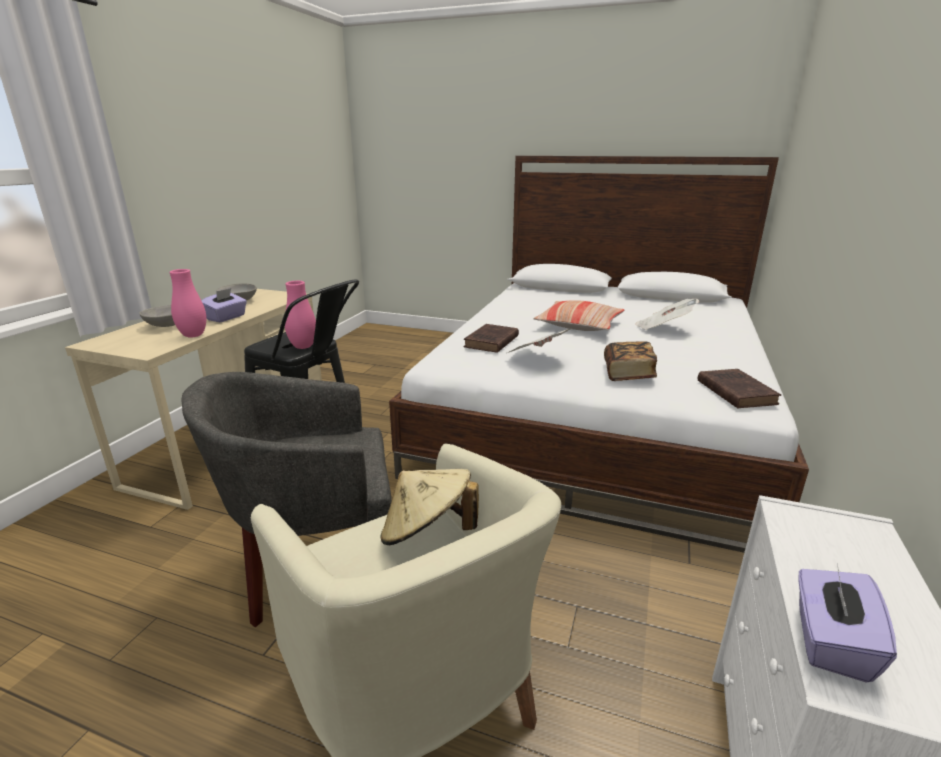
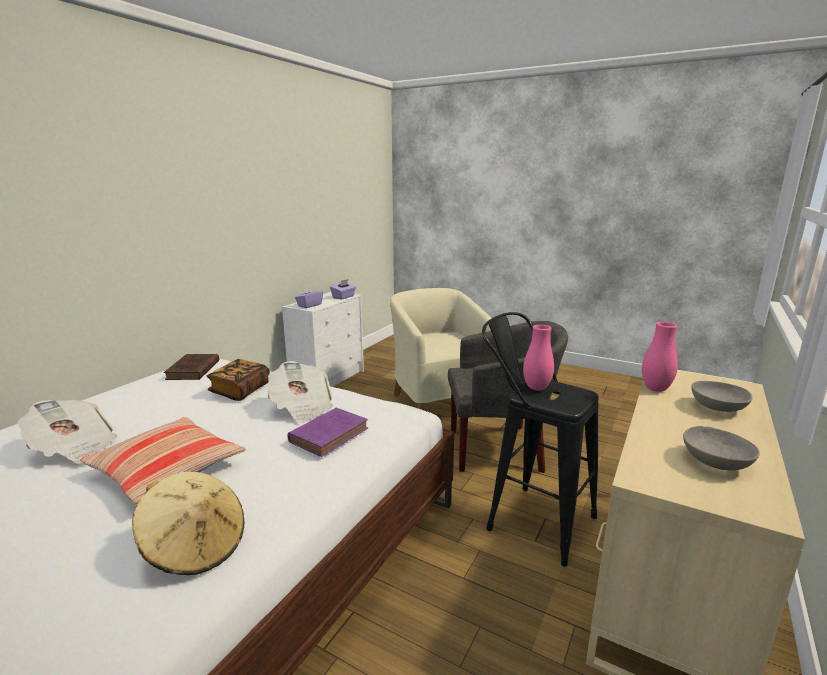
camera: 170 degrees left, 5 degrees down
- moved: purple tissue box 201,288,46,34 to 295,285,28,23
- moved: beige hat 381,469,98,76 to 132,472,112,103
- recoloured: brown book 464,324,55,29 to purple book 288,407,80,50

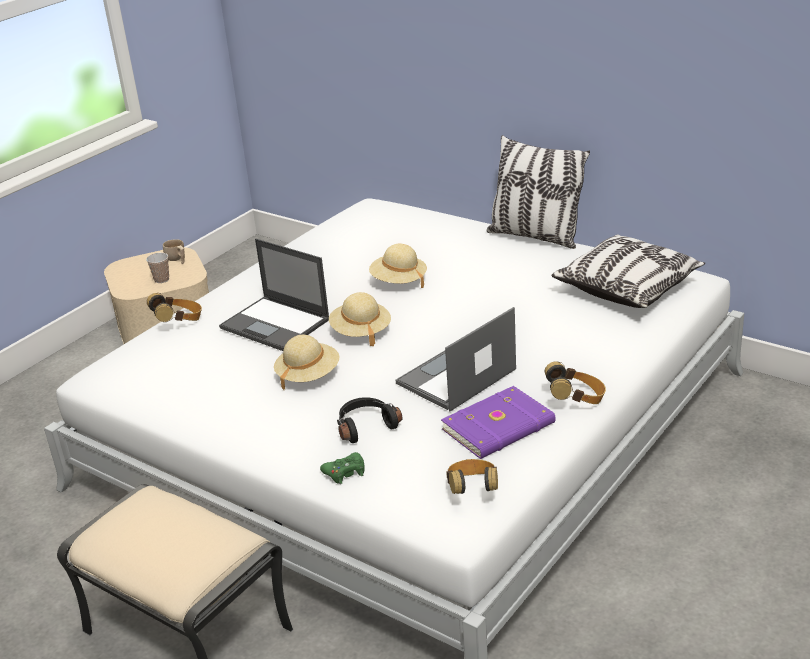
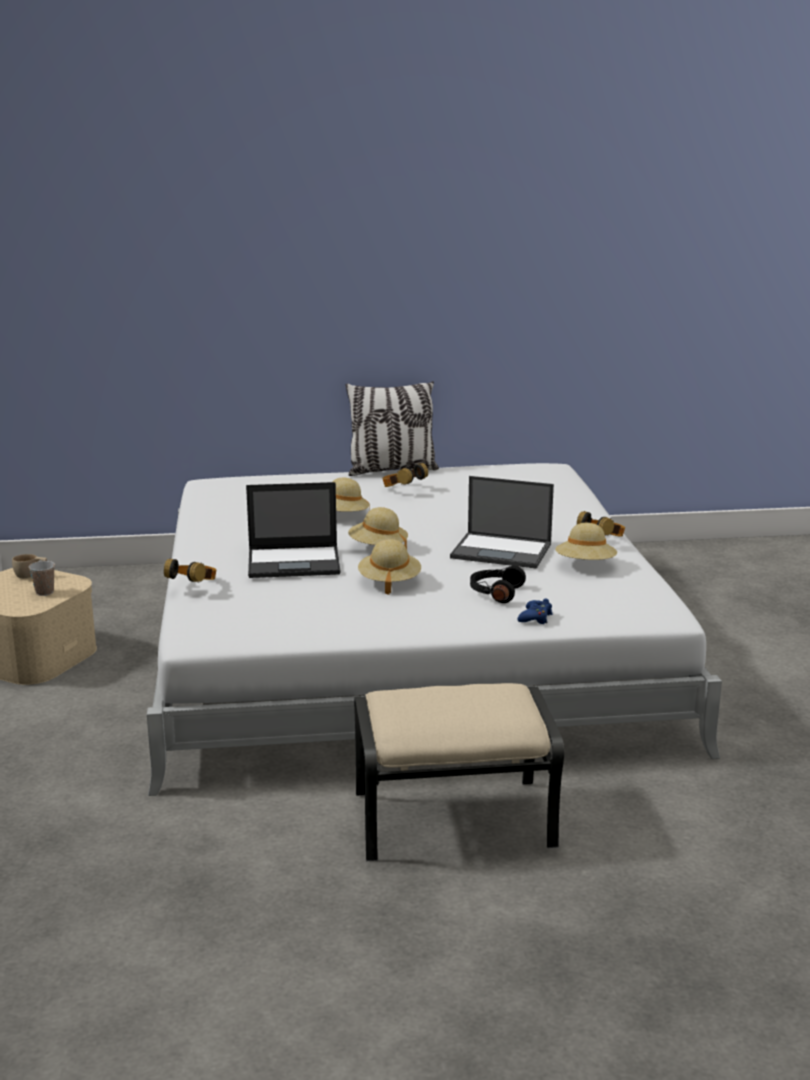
camera: 45 degrees left, 10 degrees down
- removed: pillow 552,234,153,74
- moved: headphones 446,459,52,35 to 382,463,46,24
- replaced: purple book 441,386,115,73 to beige hat 556,523,61,37
- recoloured: green game controller 320,452,45,32 to blue game controller 517,599,36,25
- turned: laptop 396,307,120,104 = 450,476,104,93 75 degrees counterclockwise

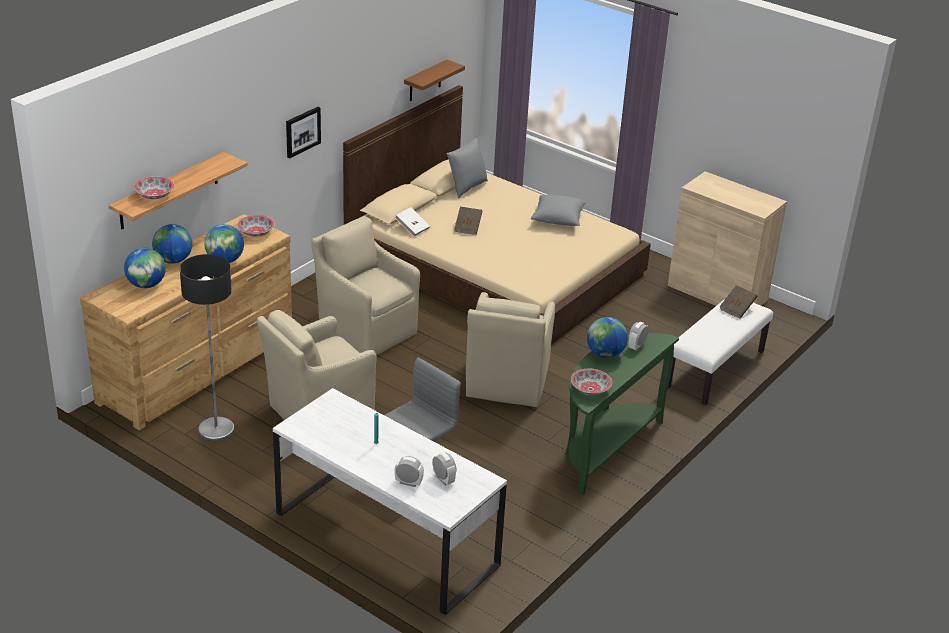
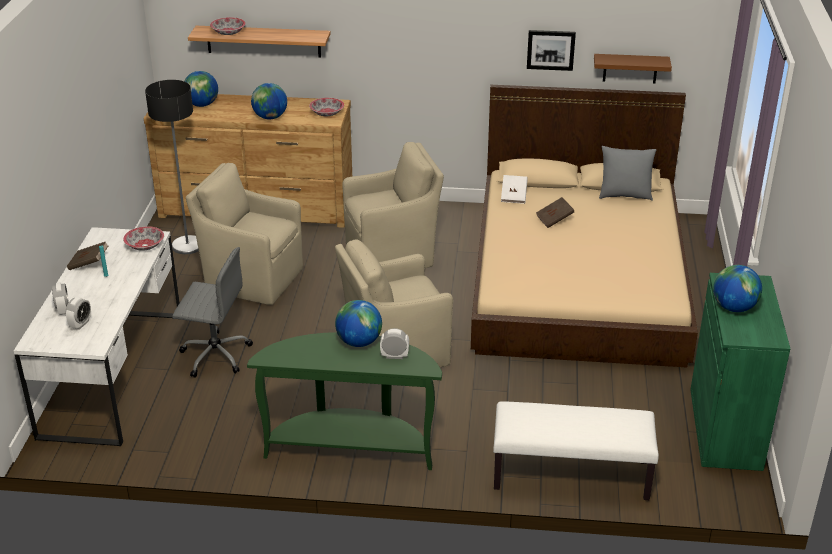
camera: 60 degrees right, 0 degrees up
- removed: grey pillow 531,195,55,31
- moved: globe 152,224,40,40 to 713,265,49,47
- moved: picture 286,107,35,51 to 527,30,49,41
- moved: bowl 571,369,41,26 to 123,226,41,25
- moved: brown book 719,285,38,34 to 67,242,41,28
- recoloured: beige cabinet 668,171,119,135 to green cabinet 690,273,100,198
- turned: beige armchair 311,216,109,139 = 342,142,102,126 60 degrees clockwise

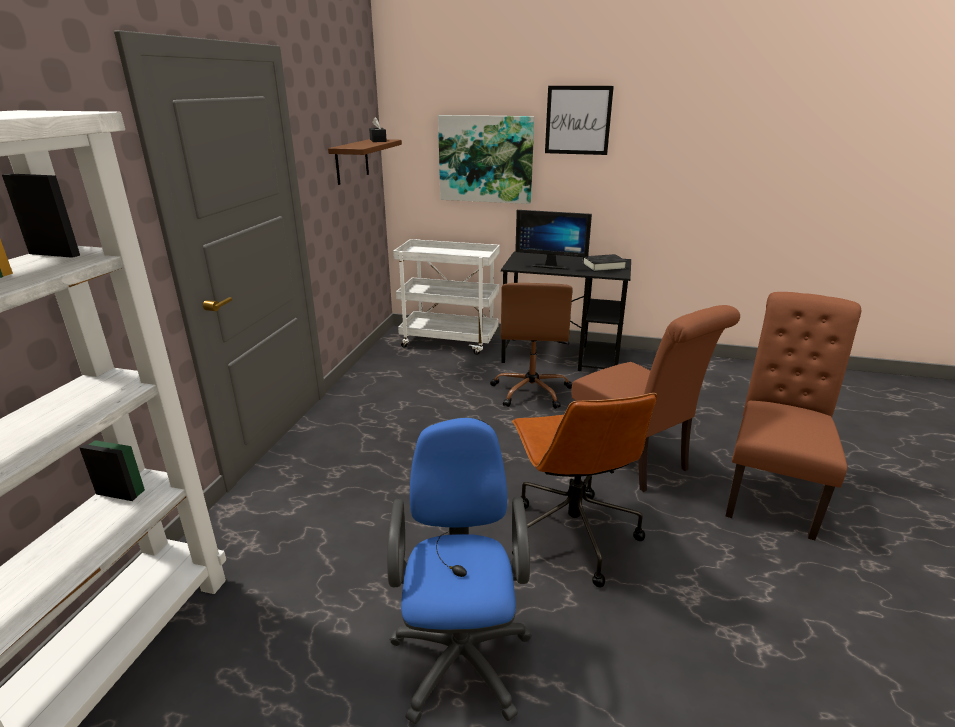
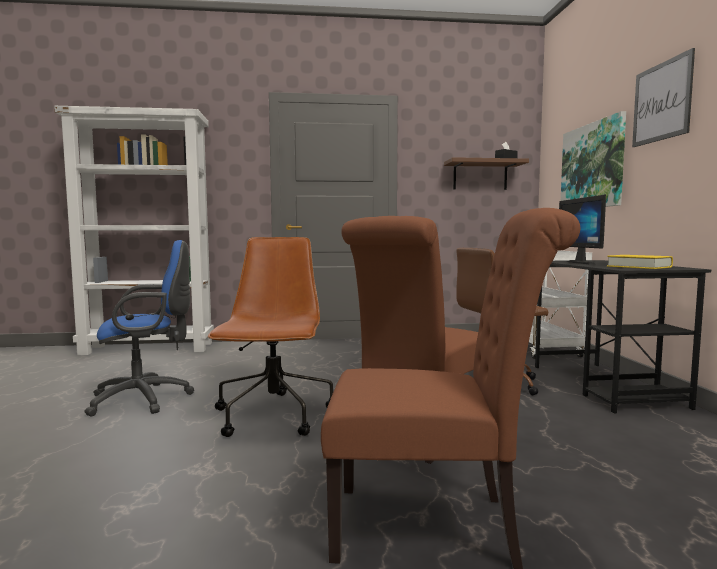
camera: 70 degrees right, 20 degrees down
- recoloured: black book 583,254,44,18 to yellow book 607,255,66,14
- turned: brown office chair 512,393,145,194 = 208,237,125,200 120 degrees clockwise

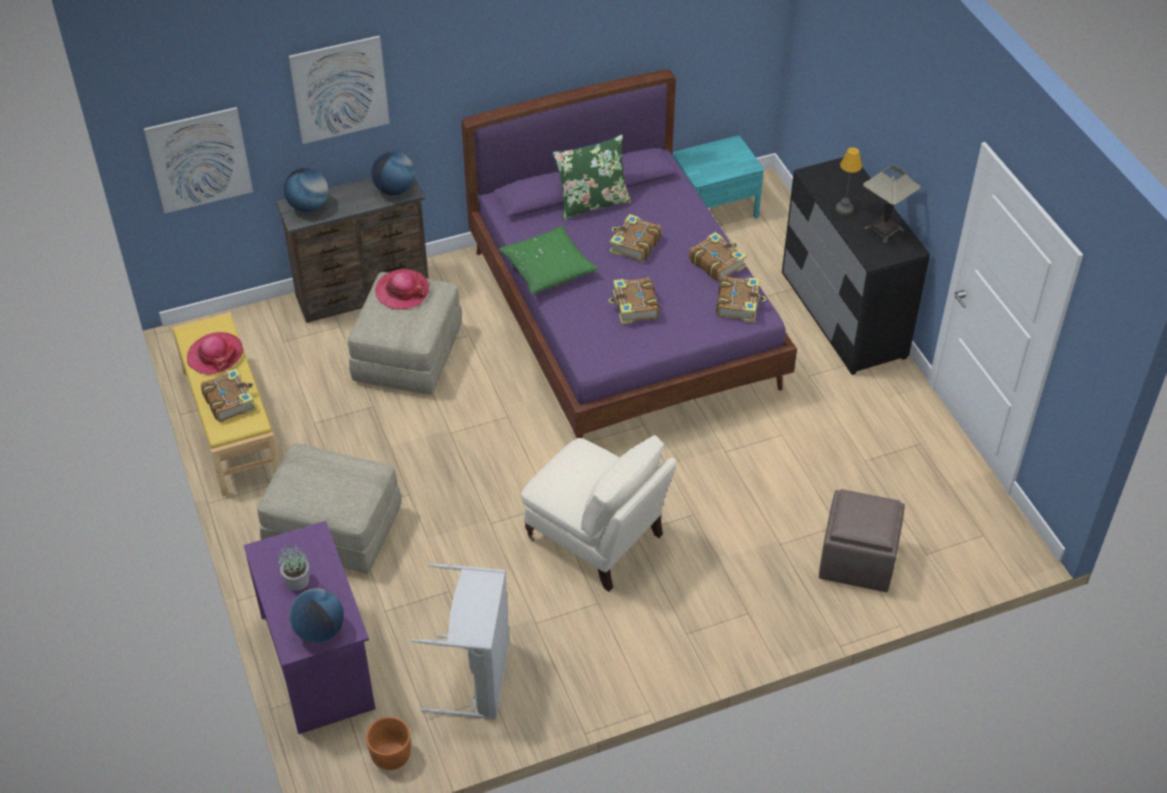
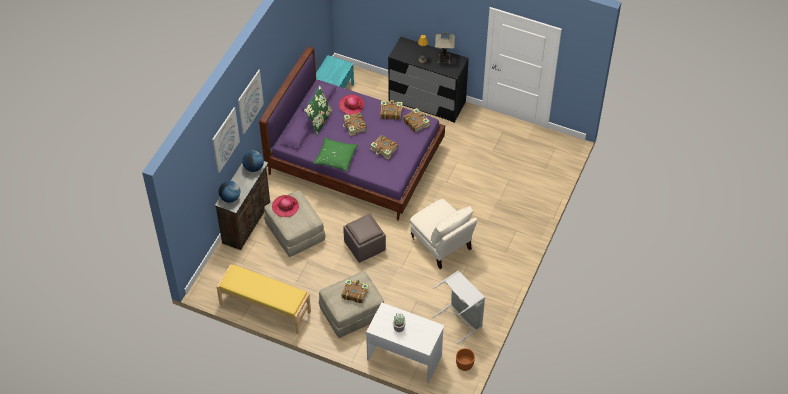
camera: 45 degrees left, 5 degrees up
- removed: globe 289,588,55,55
- moved: picture 144,107,109,106 to 238,70,26,65
- moved: hat 187,332,57,43 to 339,94,25,21
- moved: book 201,368,55,54 to 342,279,27,24
- moved: brown ottoman 819,489,86,103 to 343,214,43,49
- recoloured: purple desk 243,521,132,213 to white desk 366,302,78,82
- turned: beige armchair 521,435,155,157 = 410,199,67,70 60 degrees clockwise

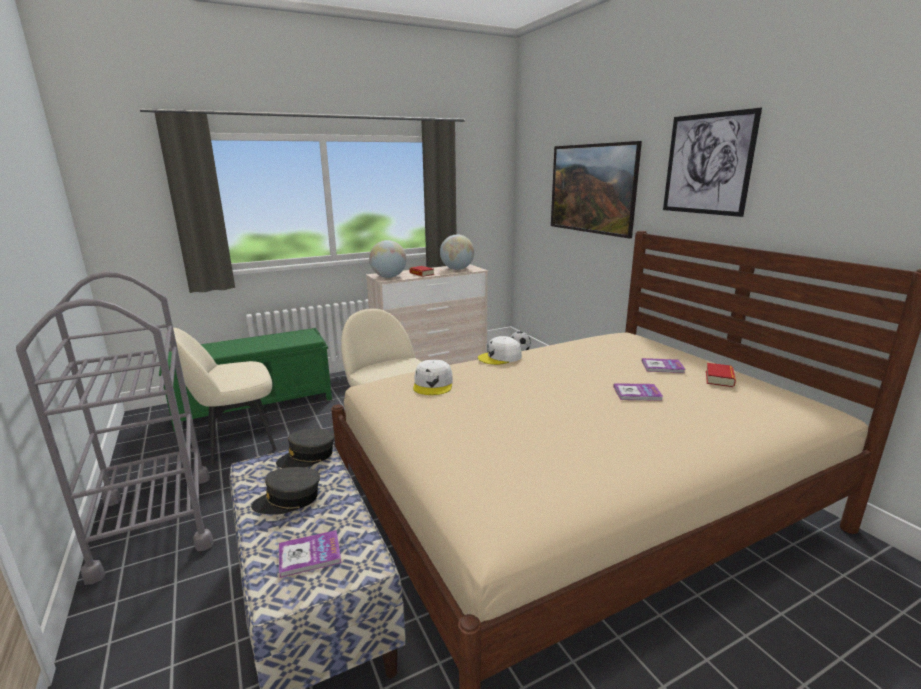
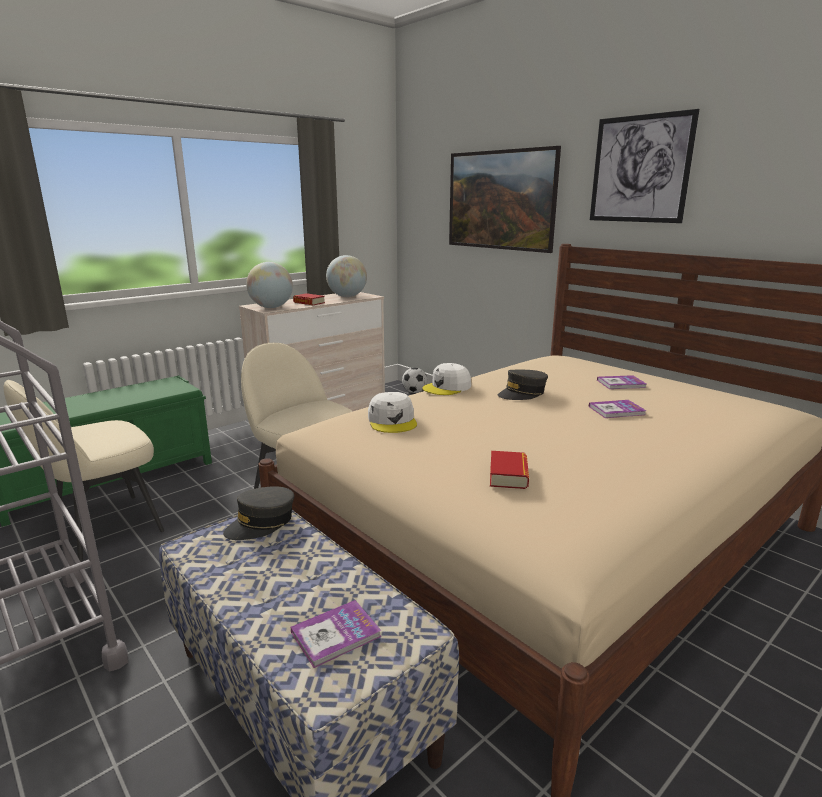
camera: 15 degrees left, 0 degrees up
- moved: grey cap 251,467,69,48 to 498,370,50,30
- moved: book 706,363,30,24 to 490,451,39,38

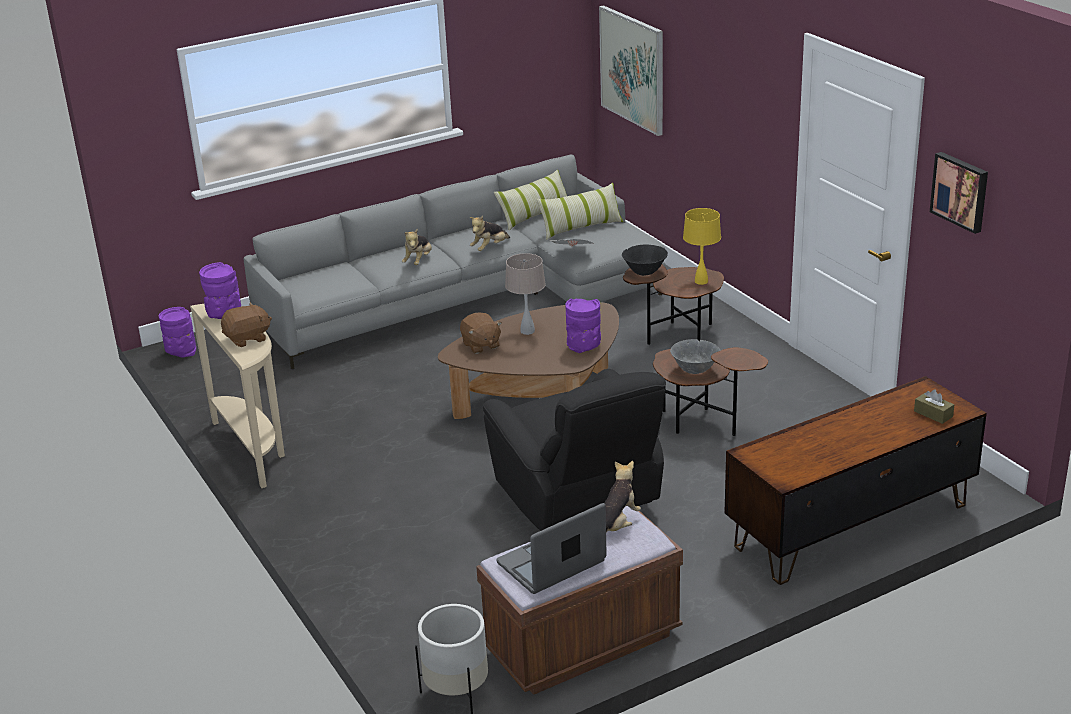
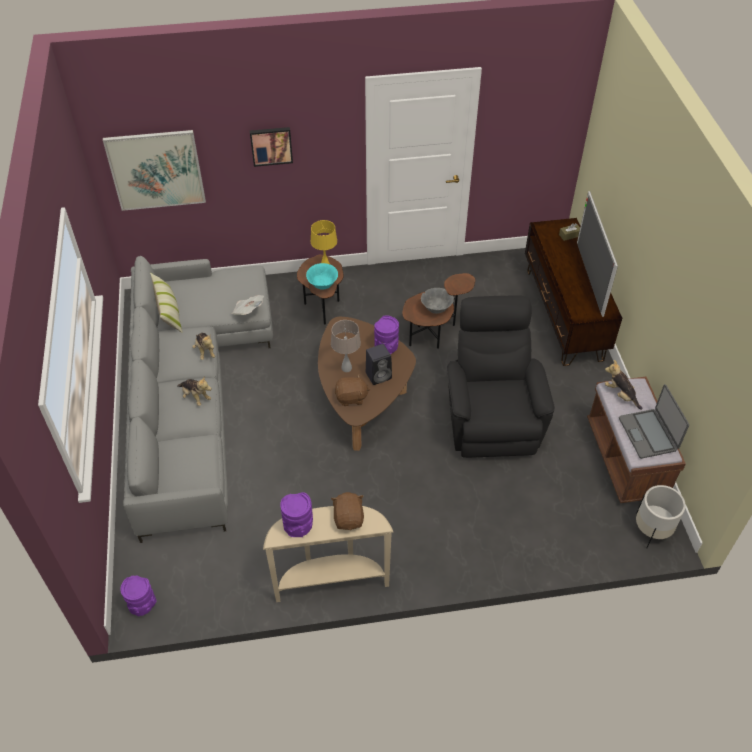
camera: 70 degrees left, 20 degrees up
- removed: pillow 536,183,87,57
- added: black speaker 366,344,26,41
- added: television 577,191,41,126
- moved: picture 930,152,58,82 to 250,127,43,40
- recoloured: black bowl 622,244,46,32 to turquoise bowl 306,263,32,27
- turned: black armchair 483,369,183,162 = 447,295,108,163 90 degrees counterclockwise

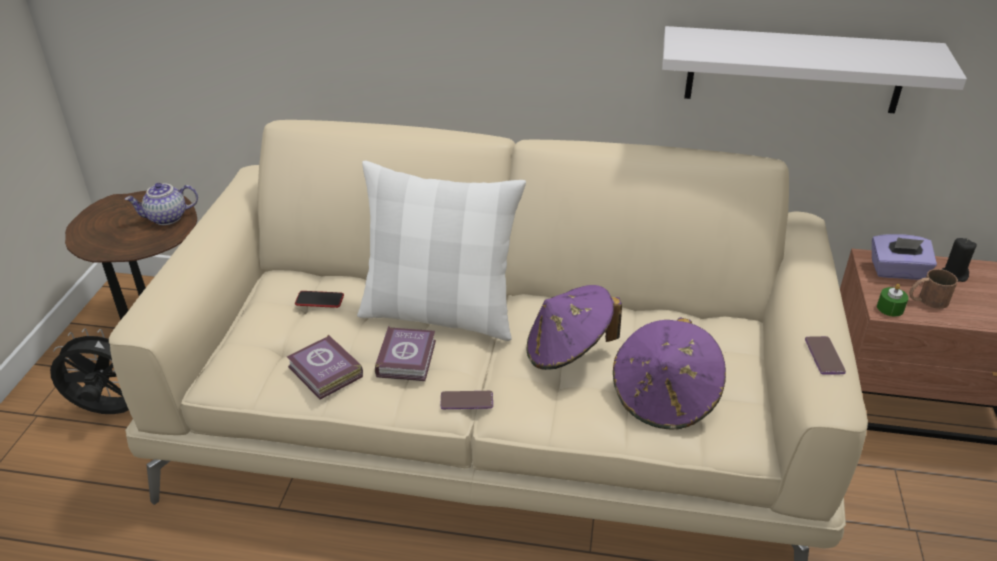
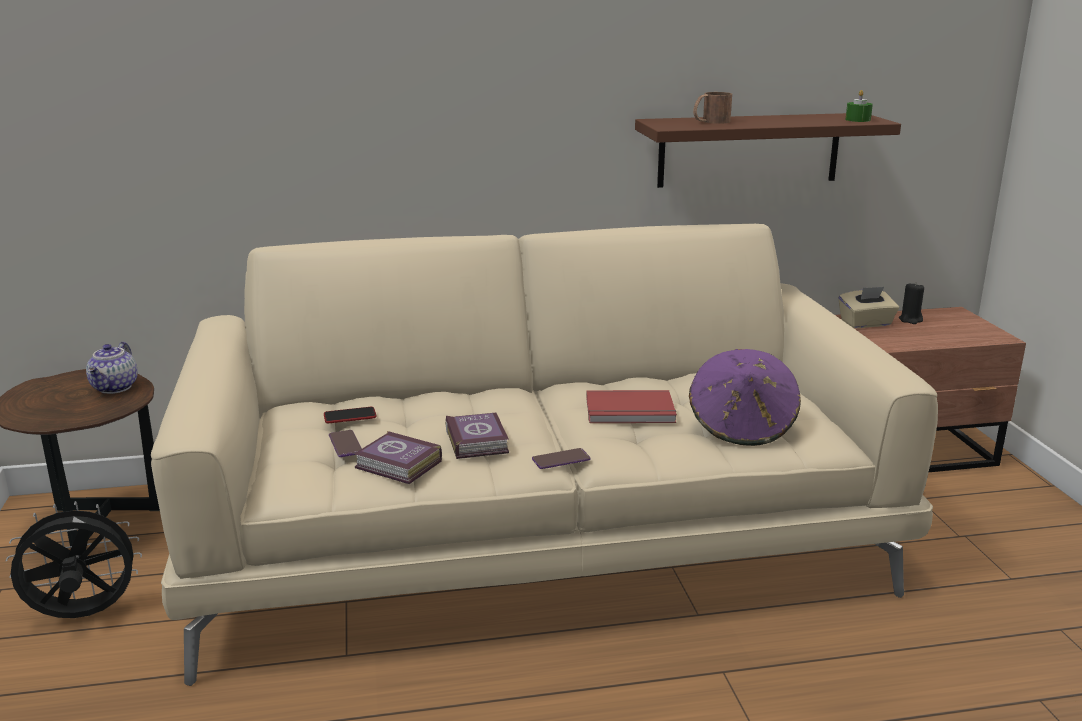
camera: 20 degrees left, 15 degrees down
- removed: white pillow 357,161,169,180
- moved: phone 805,336,41,39 to 329,430,33,27
- moved: green candle 877,284,32,33 to 845,90,28,32
- moved: brown mug 909,269,49,40 to 693,92,39,32
- replaced: purple hat 526,285,96,85 to red book 586,390,91,33
- recoloured: white shelf 662,26,305,87 to brown shelf 635,113,266,75
- recoloured: purple tissue box 872,234,65,46 to beige tissue box 838,287,61,41
- turned: teapot 125,183,73,42 = 86,342,52,52 45 degrees counterclockwise

